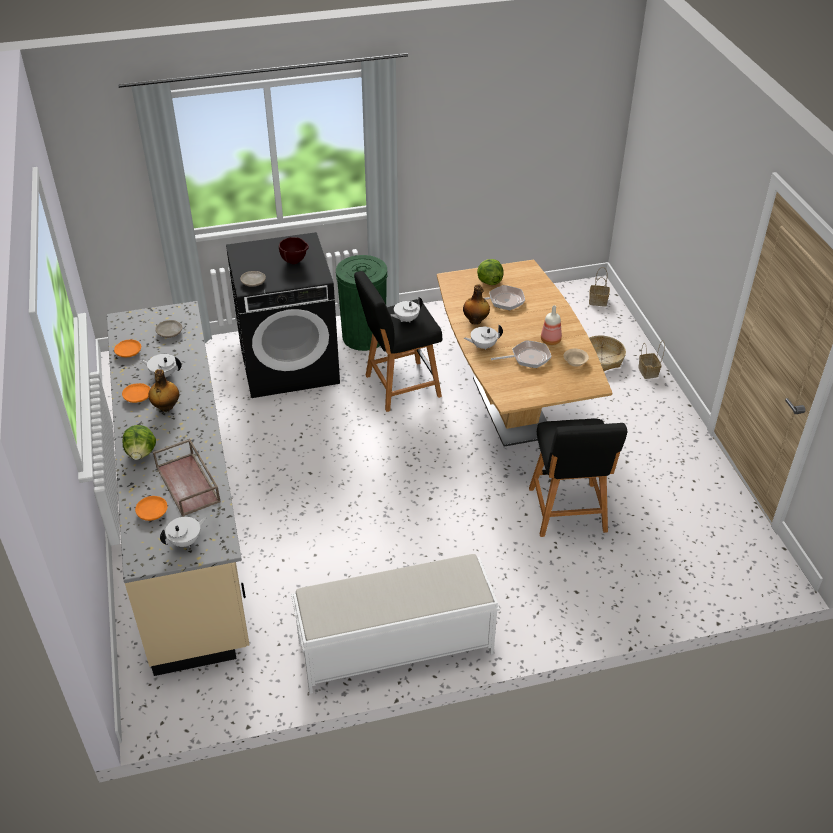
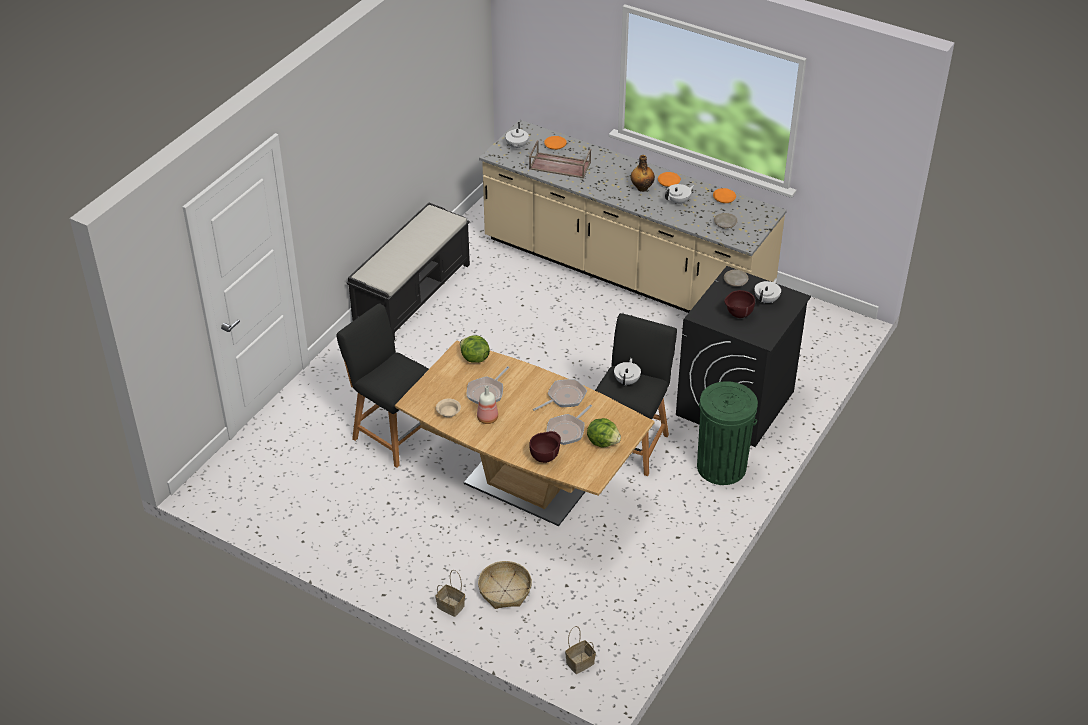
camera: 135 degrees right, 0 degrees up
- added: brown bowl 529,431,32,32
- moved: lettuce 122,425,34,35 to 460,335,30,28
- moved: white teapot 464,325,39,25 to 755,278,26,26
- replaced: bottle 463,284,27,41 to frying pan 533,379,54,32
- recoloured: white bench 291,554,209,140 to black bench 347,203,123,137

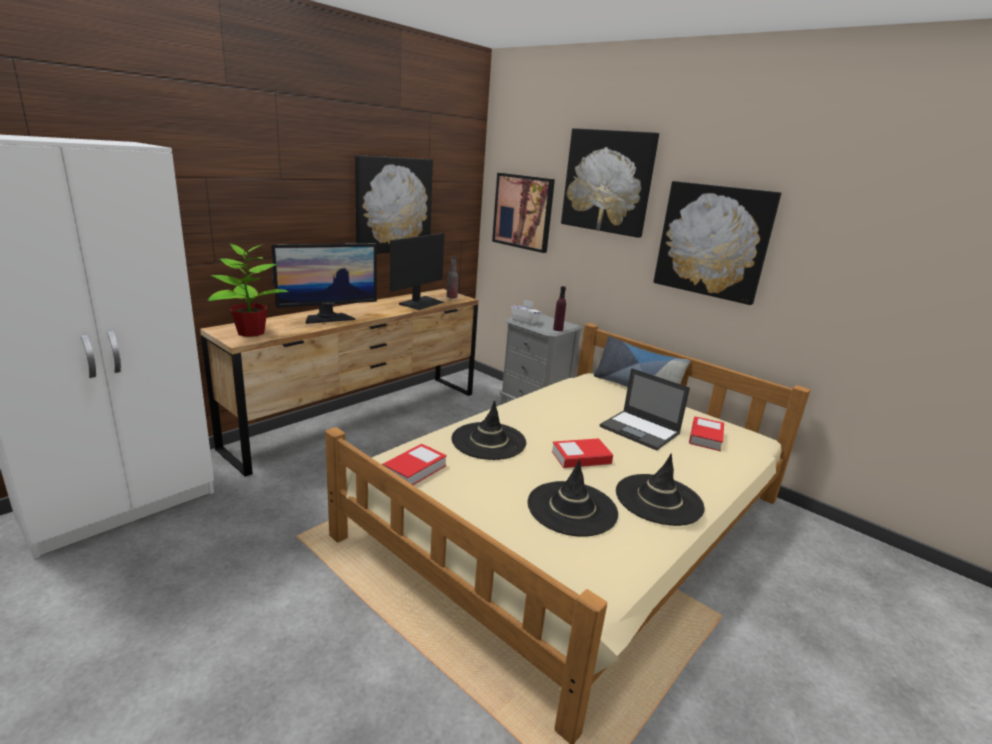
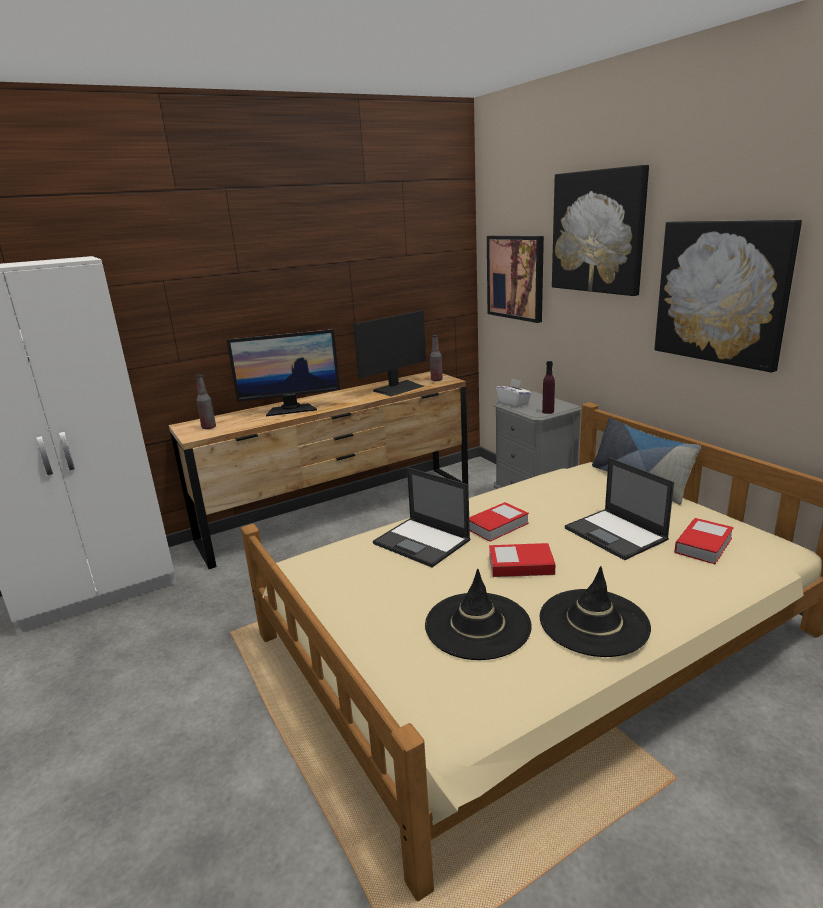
camera: 20 degrees right, 0 degrees up
- removed: picture 355,155,78,99
- moved: book 382,444,65,41 to 469,502,60,40
- replaced: potted plant 208,240,81,97 to bottle 196,374,20,55
- replaced: black hat 451,400,75,60 to laptop 373,467,97,100

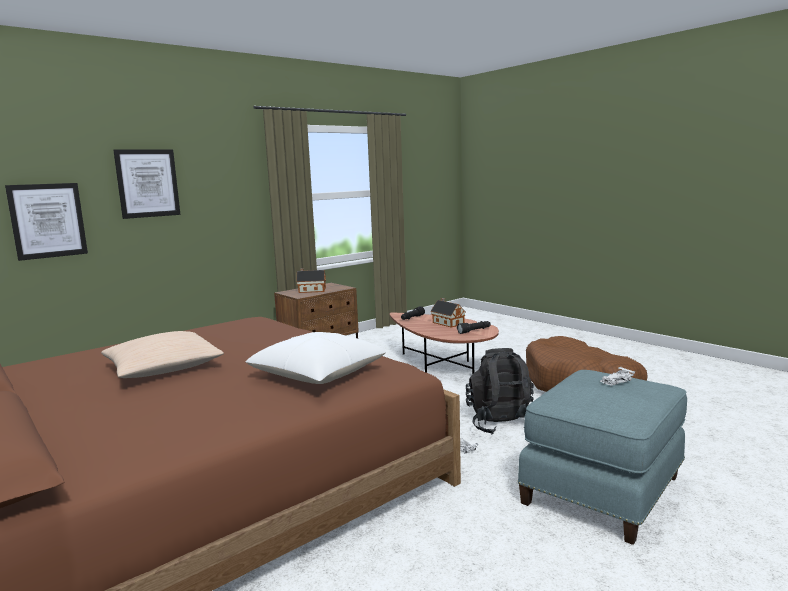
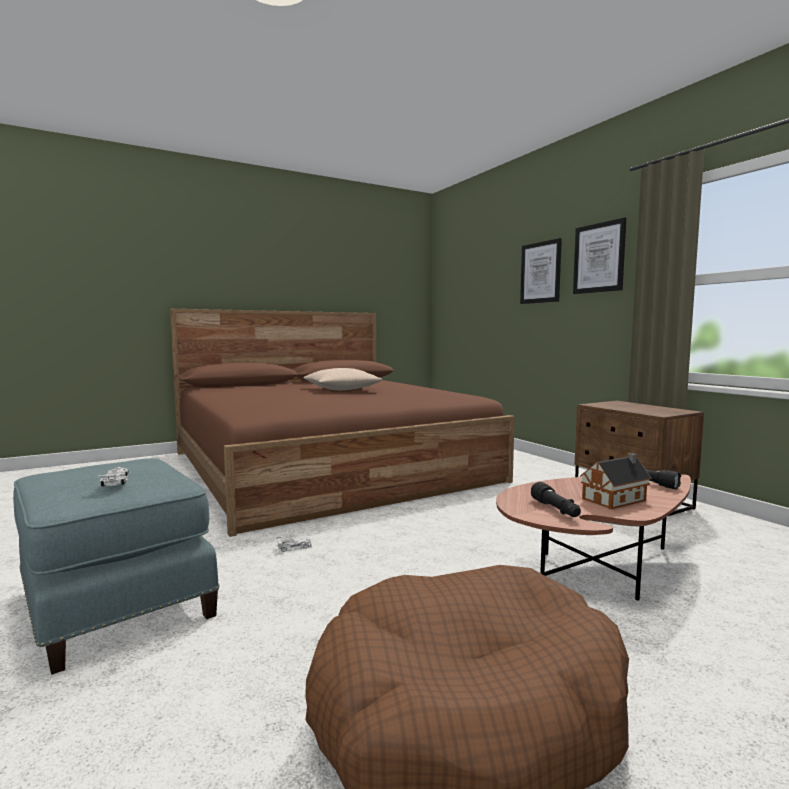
camera: 100 degrees right, 5 degrees down
- removed: white pillow 246,332,140,52
- removed: toy house 296,268,30,25
- removed: black backpack 466,348,68,87
- moved: picture 5,183,83,78 to 573,217,53,77

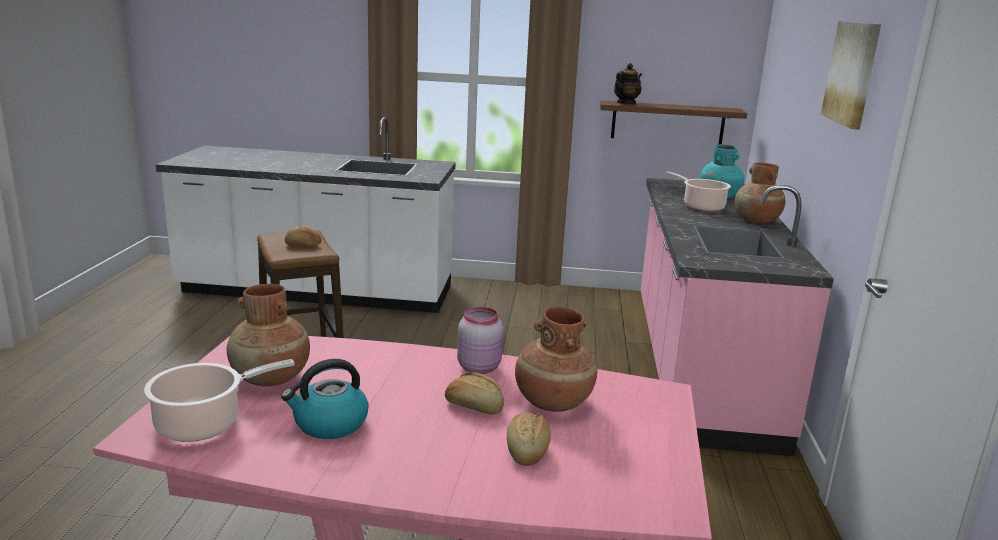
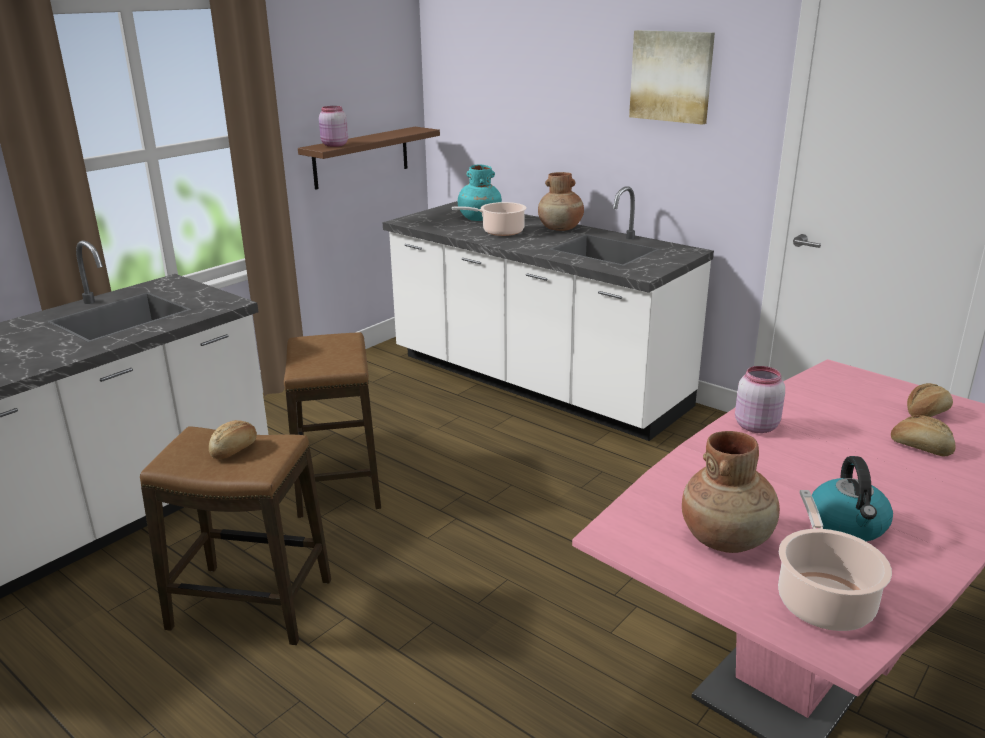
camera: 55 degrees left, 5 degrees up
- removed: brown vase 515,306,82,106
- added: stool 284,332,97,186
- moved: bread 445,372,59,42 to 907,383,46,34
- replaced: teapot 614,63,28,41 to pink jar 319,106,29,41
- recoloured: pink counter 641,178,193,278 to white counter 382,186,332,255

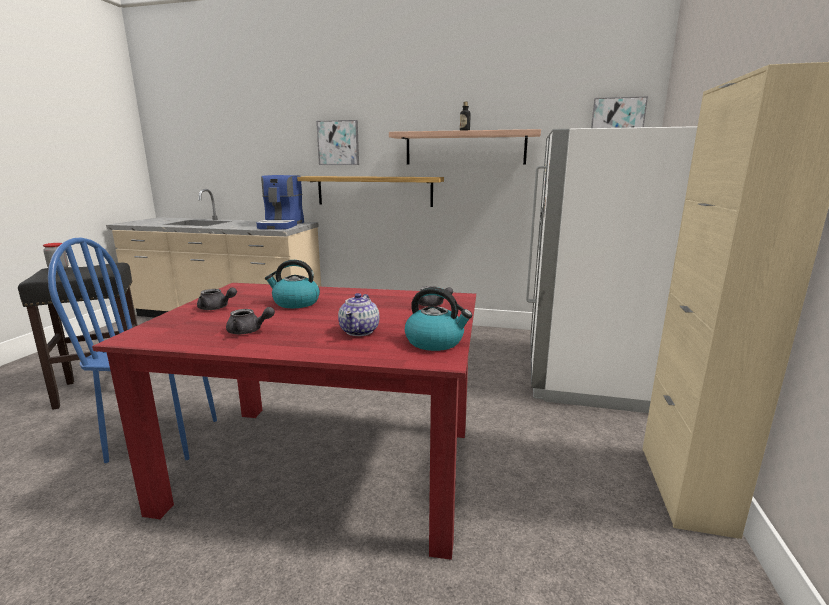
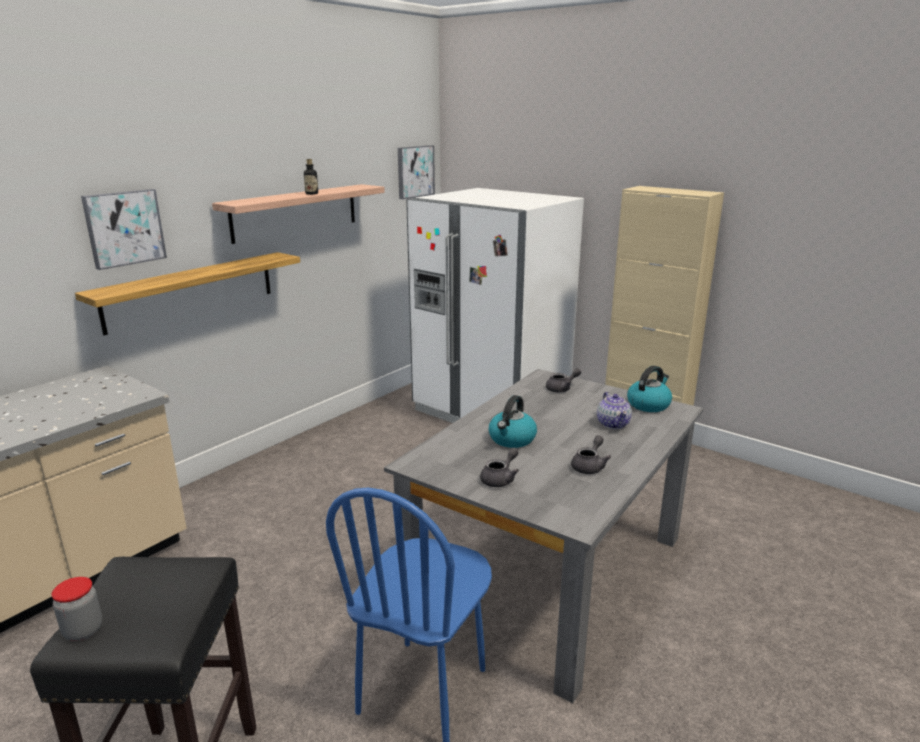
camera: 65 degrees left, 5 degrees up
- removed: coffee machine 256,175,48,55
- recoloured: red dining table 92,283,384,277 to grey dining table 384,369,320,334
- turned: teapot 338,293,42,43 = 597,392,35,37 45 degrees clockwise

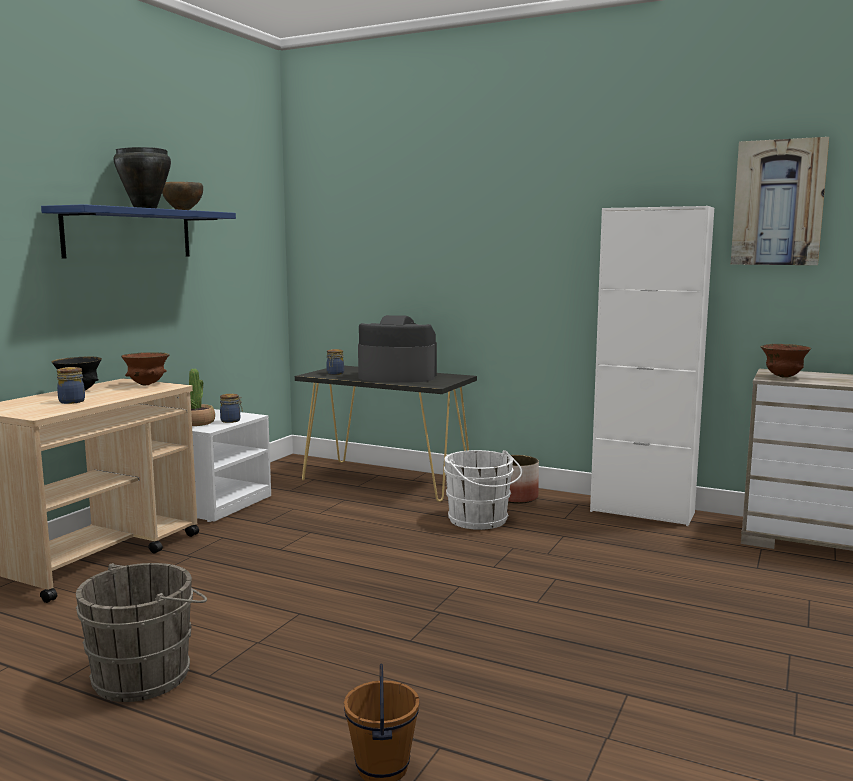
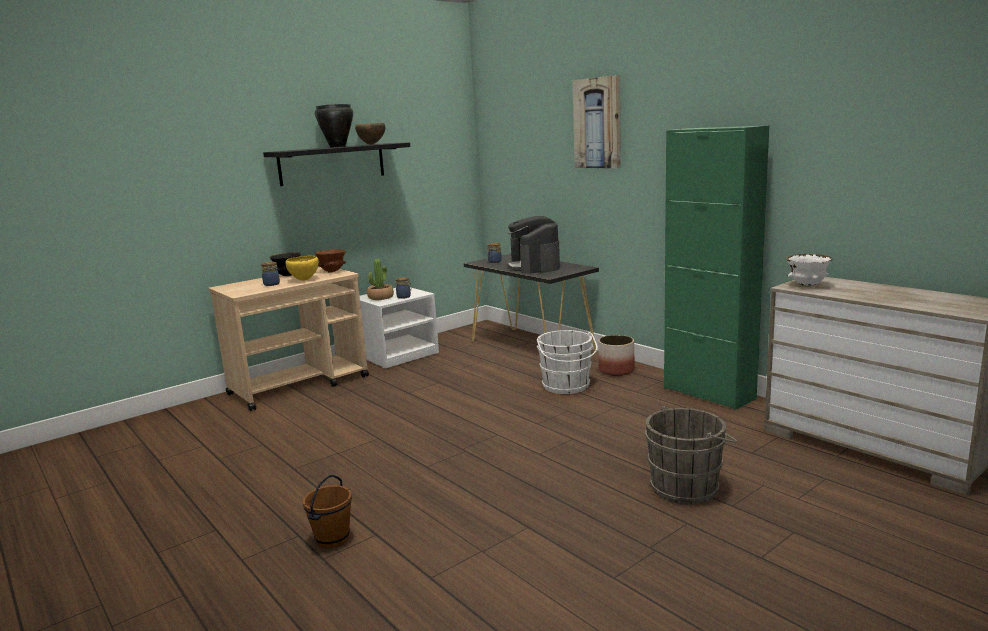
camera: 25 degrees right, 5 degrees up
- added: yellow bowl 285,256,34,25
- moved: grey bucket 76,563,131,139 to 644,406,93,99
- moved: picture 731,137,98,128 to 573,75,48,94
- recoloured: blue shelf 41,204,195,55 to black shelf 263,142,147,44
- recoloured: white cabinet 590,206,124,320 to green cabinet 664,125,105,285
- recoloured: brown bowl 760,344,51,34 to white bowl 786,254,46,32
- turned: coffee machine 358,315,79,68 = 507,216,53,58 135 degrees counterclockwise

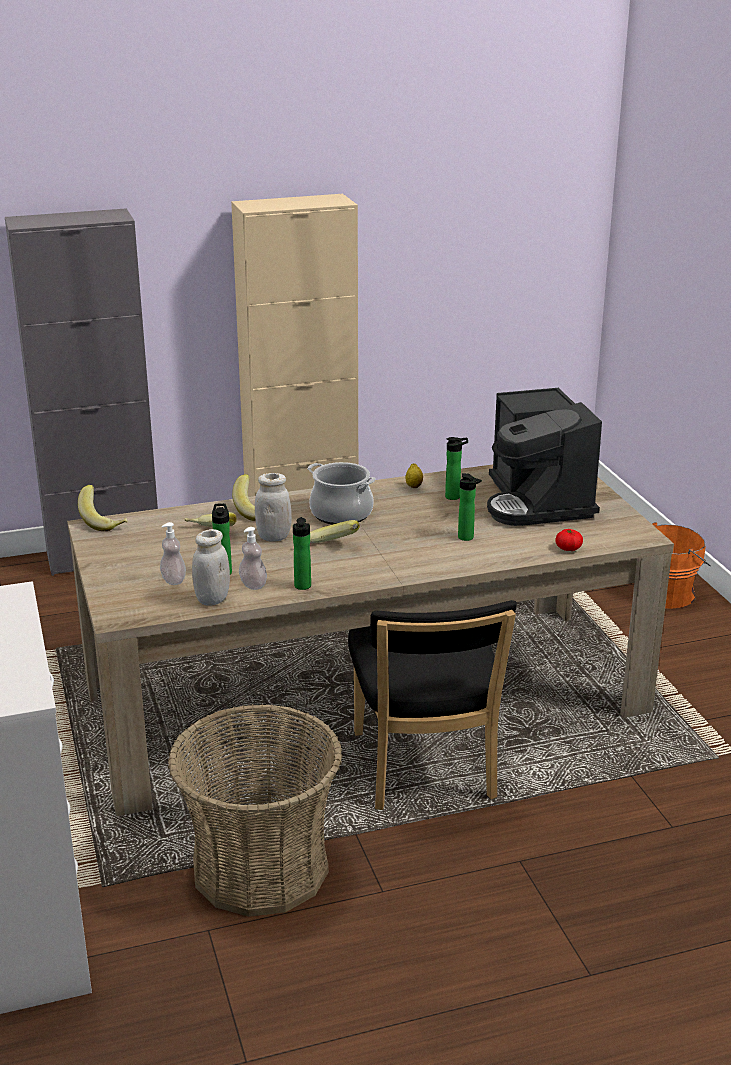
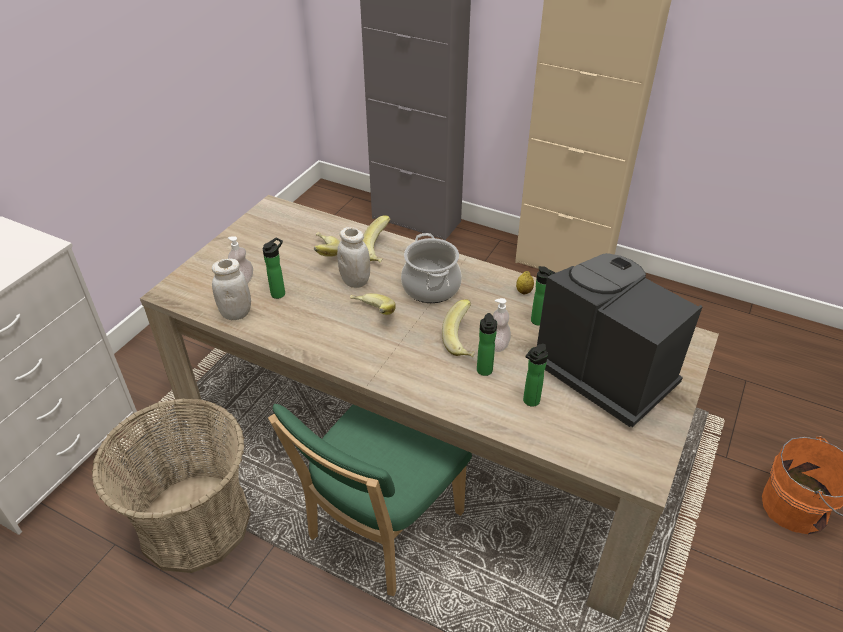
camera: 45 degrees right, 15 degrees up
- removed: tomato 555,529,28,22
- moved: banana 78,485,49,46 to 442,299,33,58
- moved: soap dispenser 239,527,28,63 to 493,298,18,54
- moved: bottle 293,517,18,73 to 523,344,25,63
- recoloured: black chair 348,600,169,210 to green chair 268,404,204,192
- turned: coffee machine 487,388,115,138 = 537,253,166,174 105 degrees clockwise

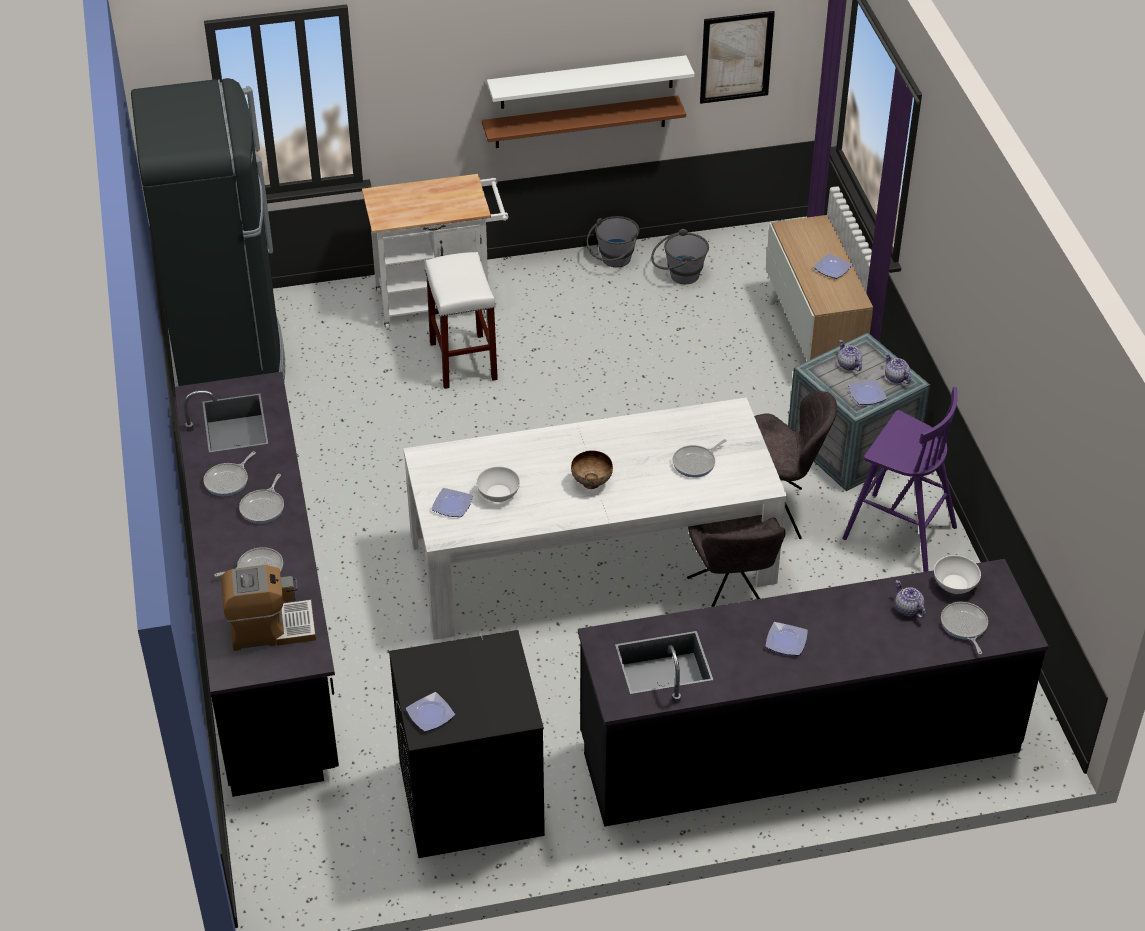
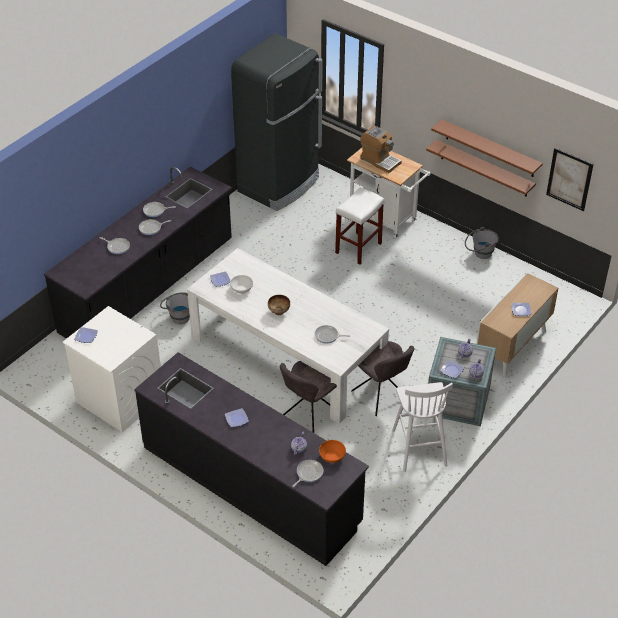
camera: 50 degrees right, 0 degrees up
- moved: coffee machine 221,565,95,86 to 360,126,42,47
- moved: grey bucket 651,229,58,55 to 160,292,30,32
- recoloured: black washing machine 389,630,156,228 to white washing machine 62,306,99,126
- recoloured: white shelf 487,55,208,54 to brown shelf 431,120,112,57
- recoloured: purple stool 842,387,116,185 to white stool 392,382,61,90
- recoloured: white bowl 934,555,47,39 to orange bowl 319,440,27,23

